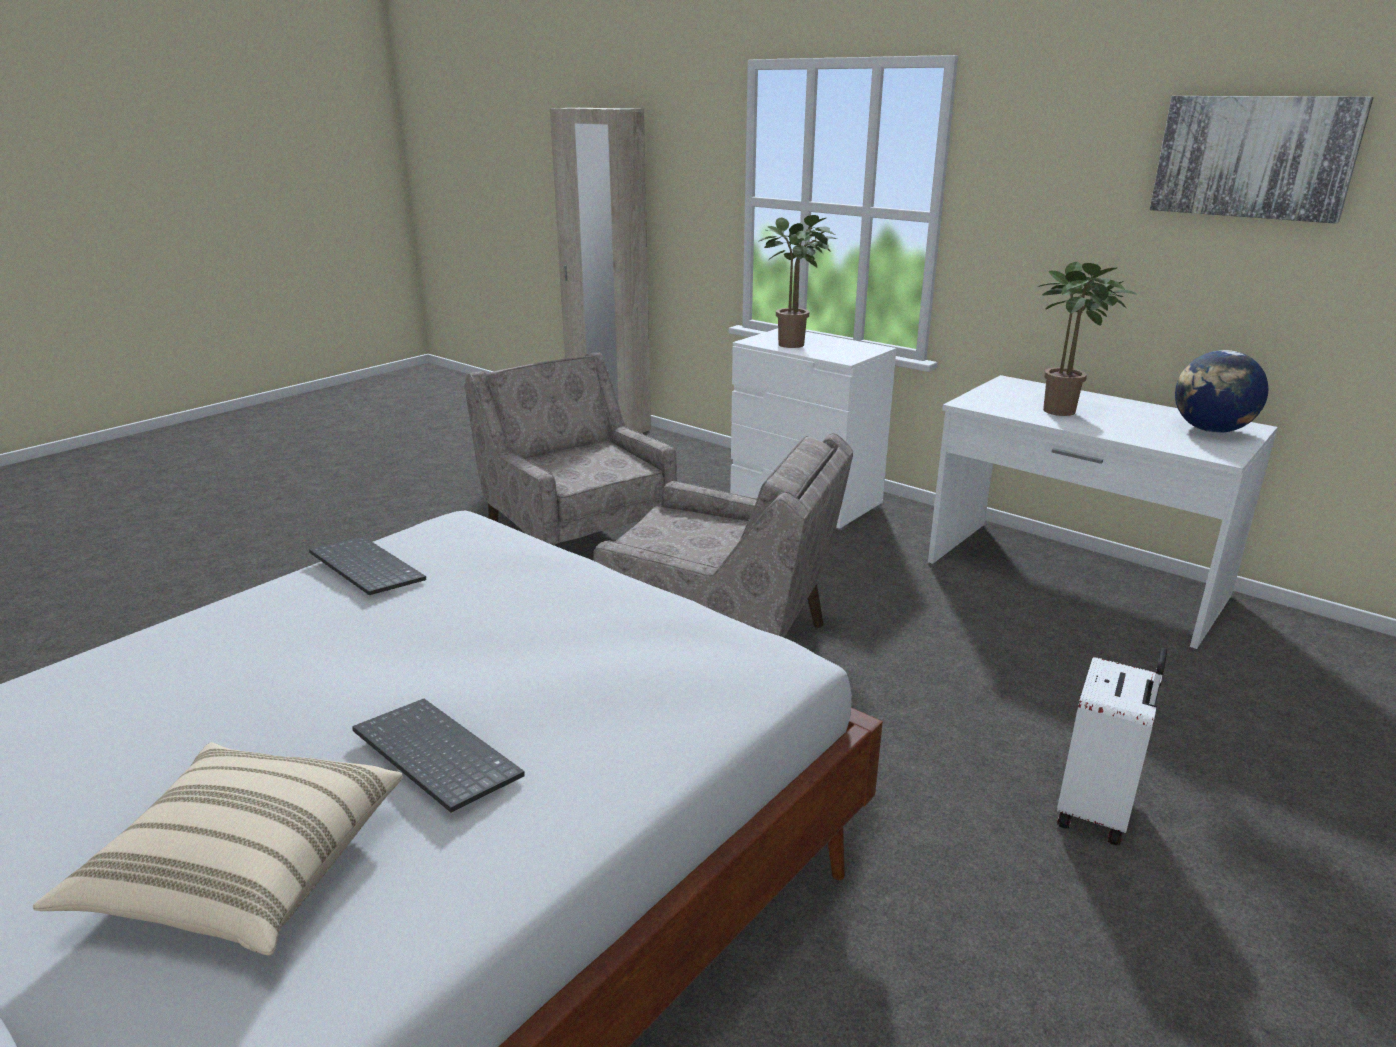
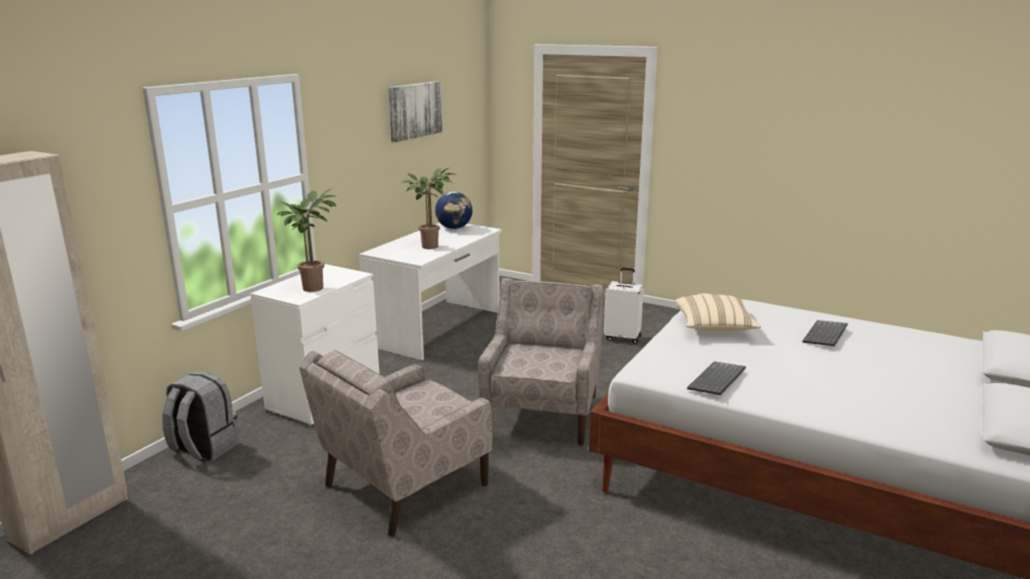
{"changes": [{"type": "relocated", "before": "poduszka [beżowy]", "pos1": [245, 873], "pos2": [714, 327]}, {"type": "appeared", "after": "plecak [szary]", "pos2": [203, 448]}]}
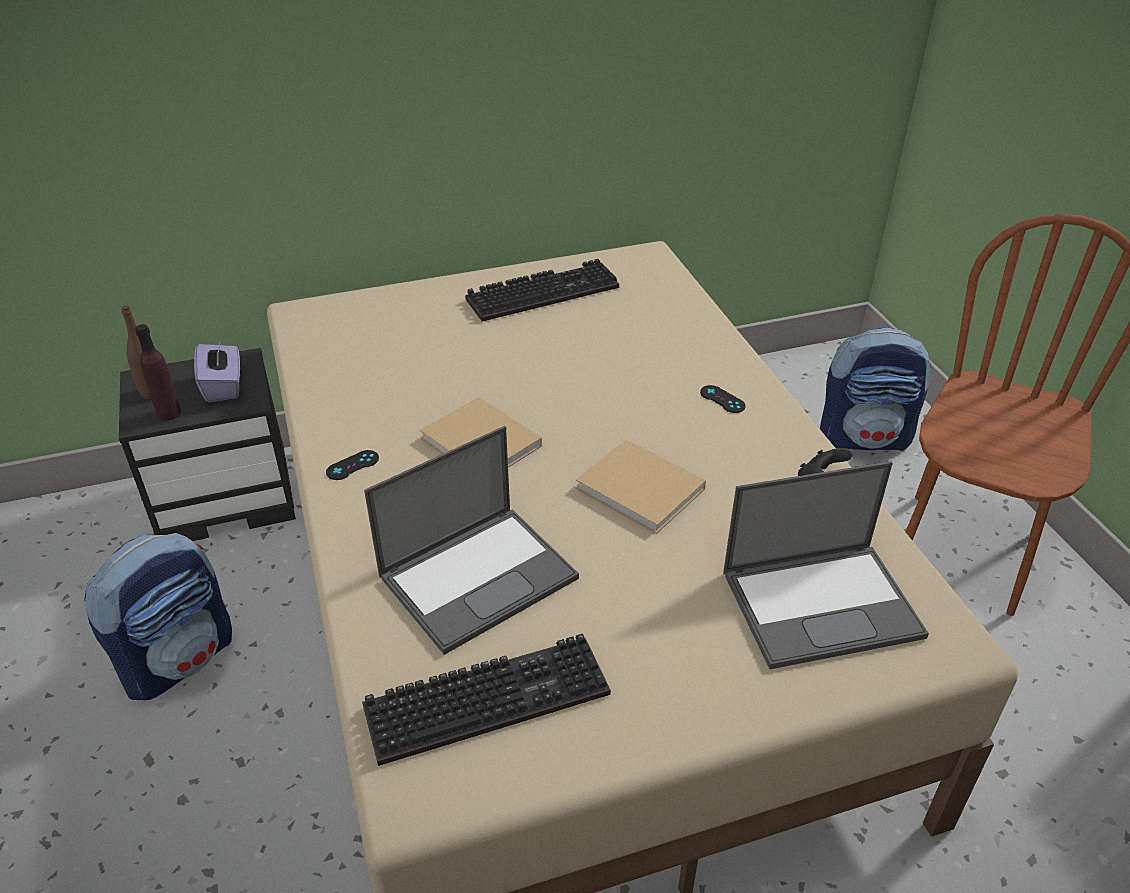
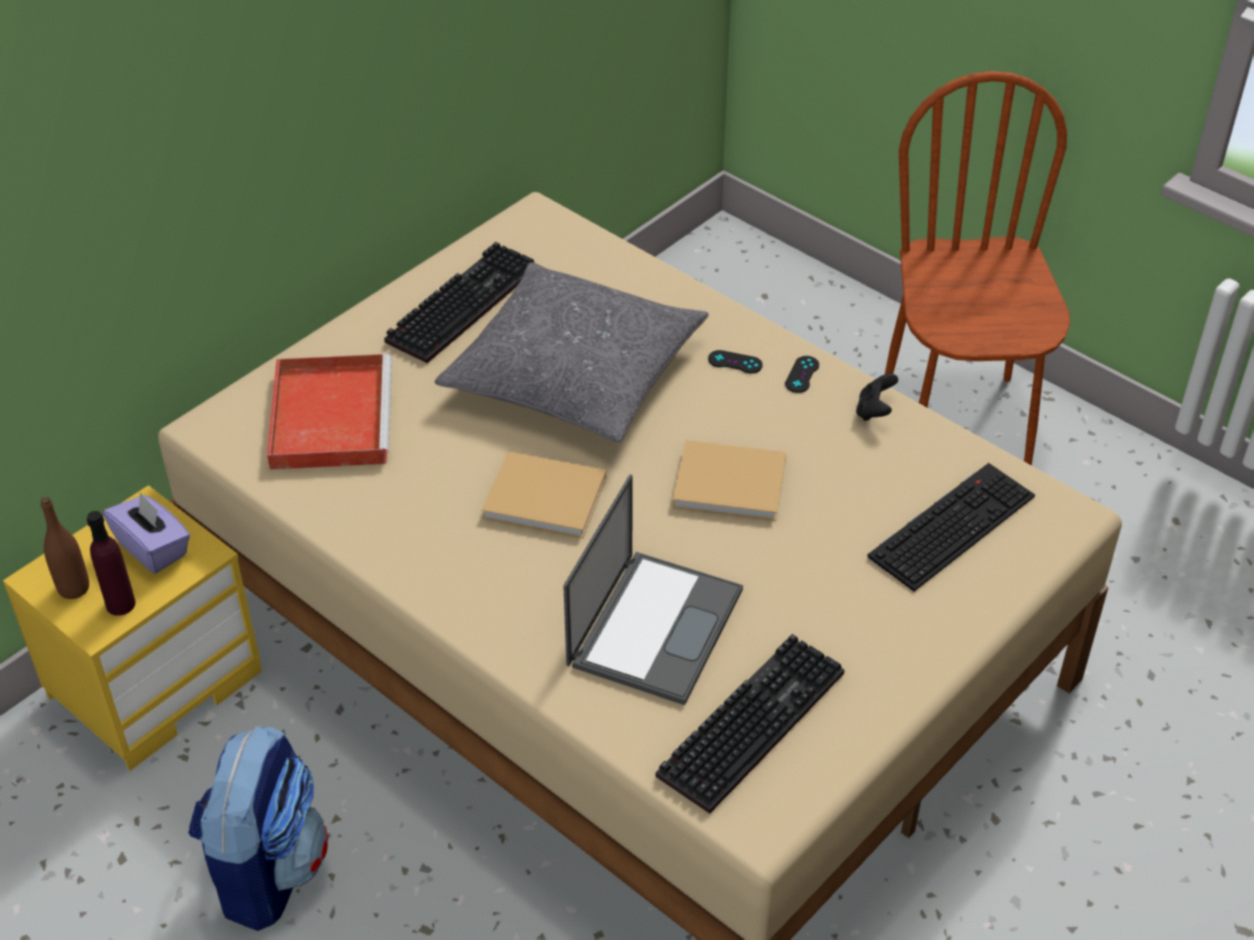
{"changes": [{"type": "colour", "before": "szafka nocna [czarny]", "after": "szafka nocna [żółty]", "pos1": [227, 497], "pos2": [155, 681]}, {"type": "relocated", "before": "pad do gier [czarny]", "pos1": [352, 465], "pos2": [802, 374]}, {"type": "exchanged", "before": "laptop", "after": "klawiatura", "pos1": [823, 603], "pos2": [951, 524]}, {"type": "missing", "before": "plecak", "pos1": [864, 437]}, {"type": "appeared", "after": "taca [czerwony]", "pos2": [330, 415]}, {"type": "appeared", "after": "poduszka [szary]", "pos2": [574, 373]}]}
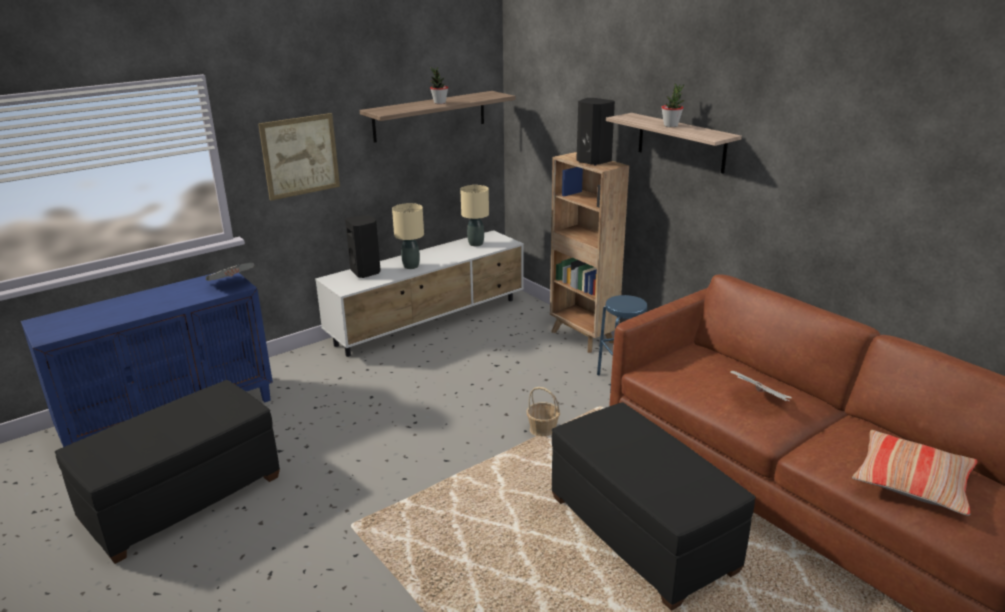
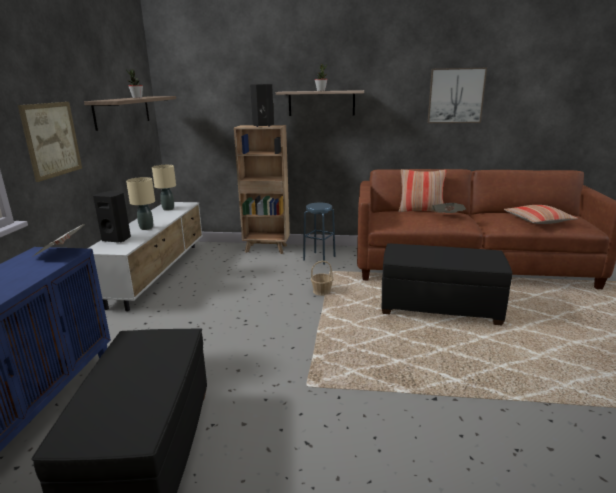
{"changes": [{"type": "appeared", "after": "poduszka", "pos2": [421, 211]}, {"type": "appeared", "after": "obraz", "pos2": [456, 96]}]}
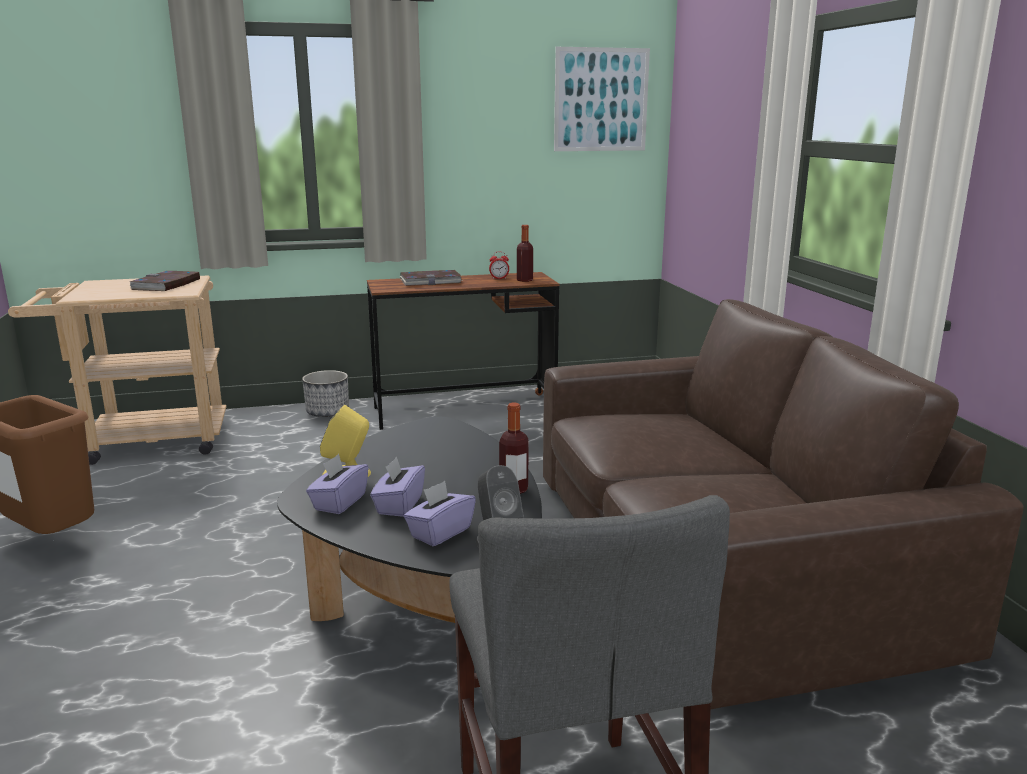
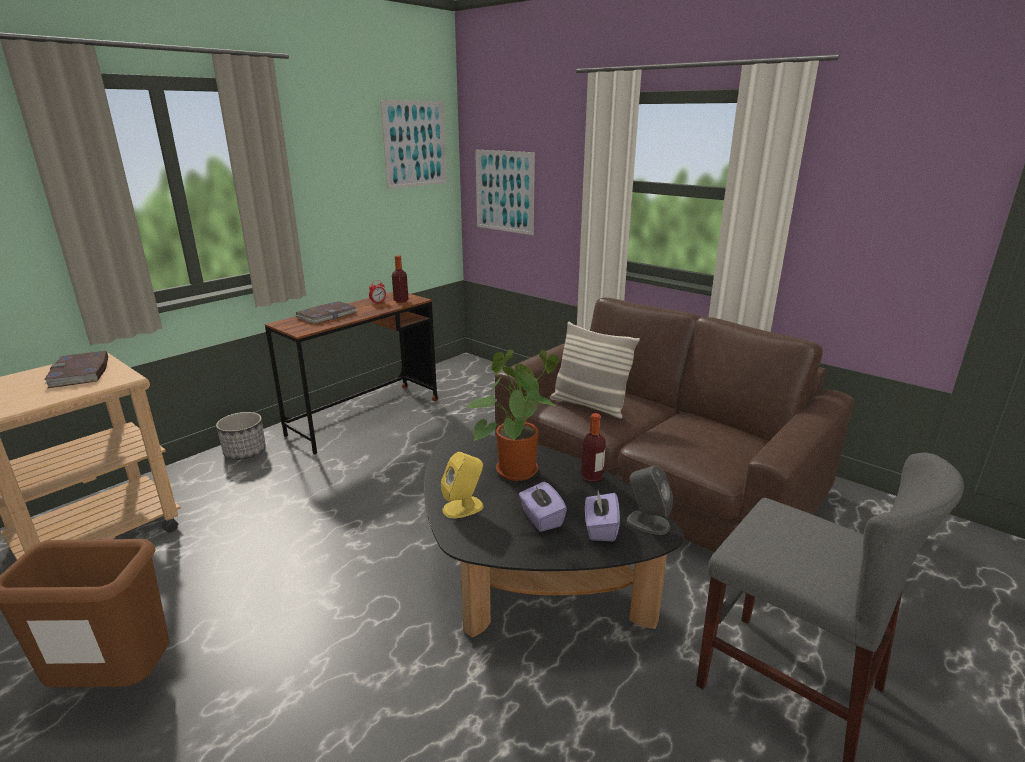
{"changes": [{"type": "missing", "before": "pudełko chusteczek [fioletowy]", "pos1": [339, 502]}, {"type": "appeared", "after": "roślina doniczkowa", "pos2": [515, 468]}, {"type": "appeared", "after": "obraz", "pos2": [504, 191]}, {"type": "appeared", "after": "poduszka", "pos2": [589, 405]}]}
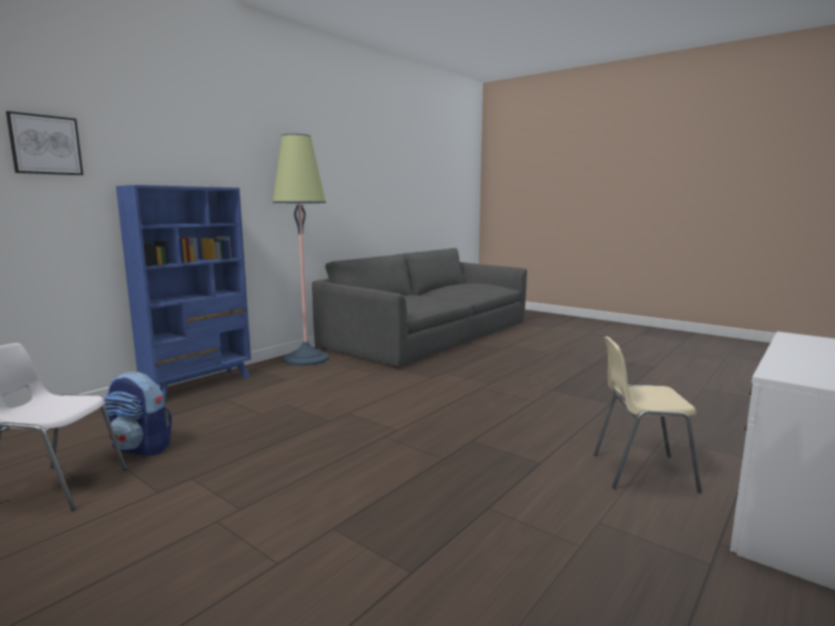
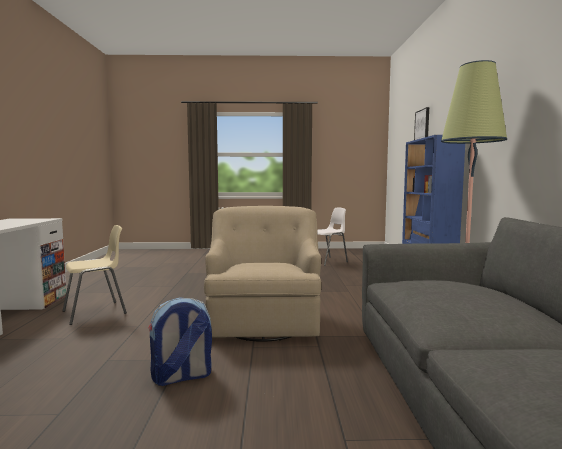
{"changes": [{"type": "relocated", "before": "plecak", "pos1": [142, 448], "pos2": [181, 377]}, {"type": "appeared", "after": "fotel [beżowy]", "pos2": [264, 319]}]}
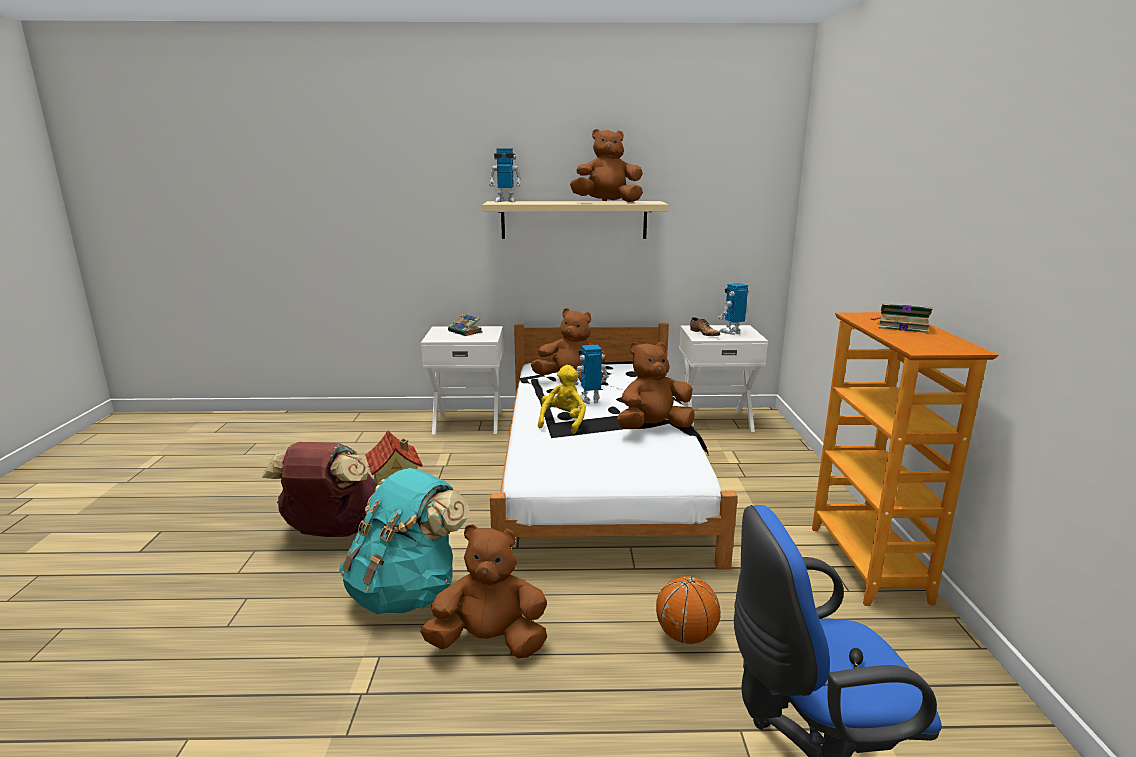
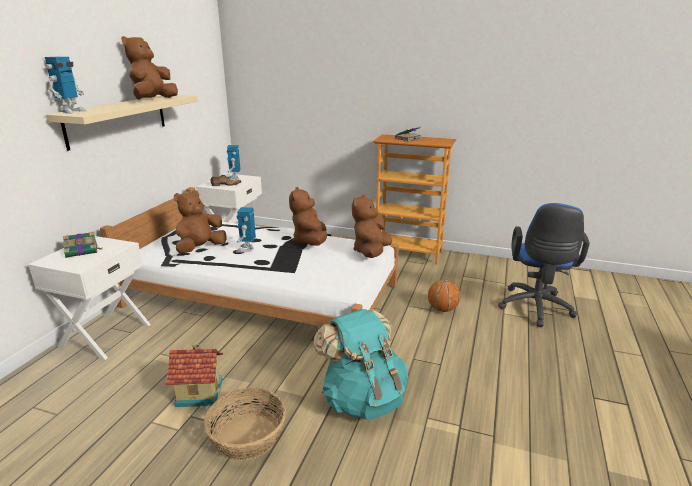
{"changes": [{"type": "exchanged", "before": "plecak [brązowy]", "after": "koszyk", "pos1": [333, 532], "pos2": [248, 437]}, {"type": "relocated", "before": "pluszak [brązowy]", "pos1": [489, 642], "pos2": [371, 252]}, {"type": "missing", "before": "pluszak [żółty]", "pos1": [563, 422]}]}
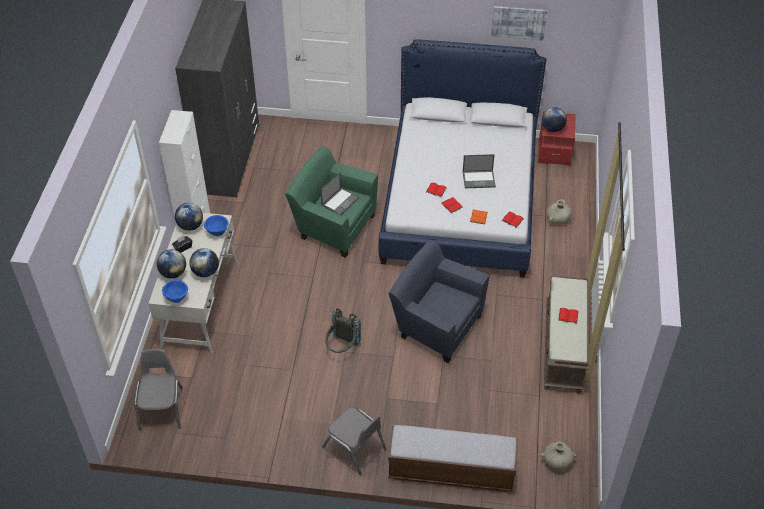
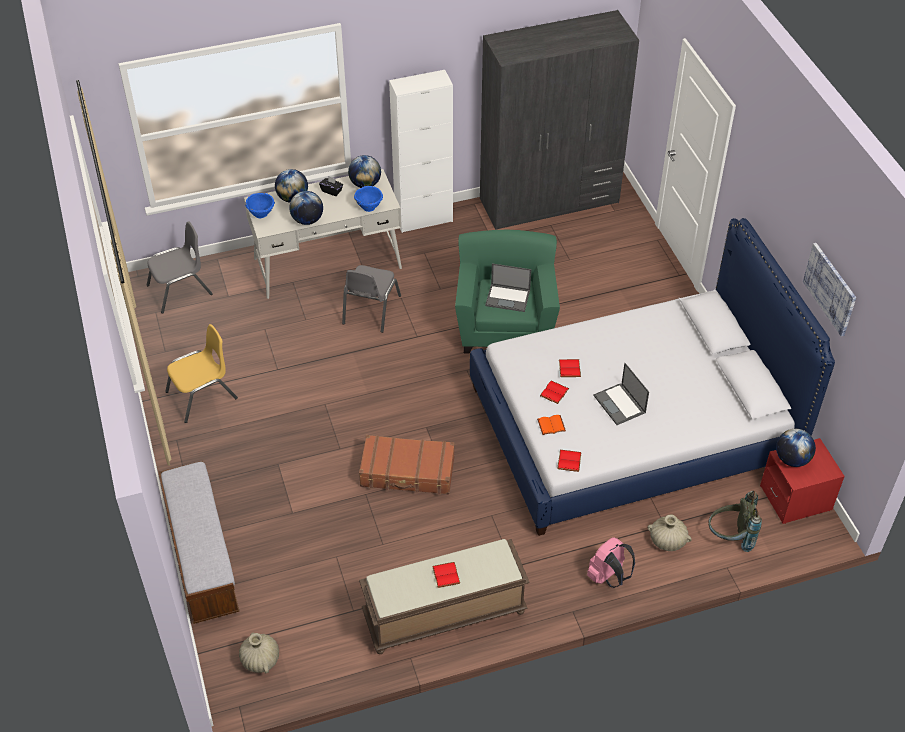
{"changes": [{"type": "relocated", "before": "krzesło [szary]", "pos1": [354, 448], "pos2": [370, 310]}, {"type": "relocated", "before": "plecak [szary]", "pos1": [342, 348], "pos2": [730, 538]}, {"type": "exchanged", "before": "fotel [niebieski]", "after": "walizka [brązowy]", "pos1": [436, 325], "pos2": [407, 472]}, {"type": "appeared", "after": "krzesło [żółty]", "pos2": [202, 396]}, {"type": "appeared", "after": "plecak [różowy]", "pos2": [608, 577]}]}
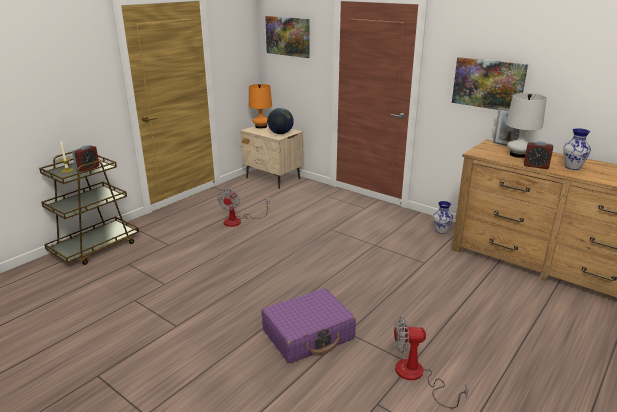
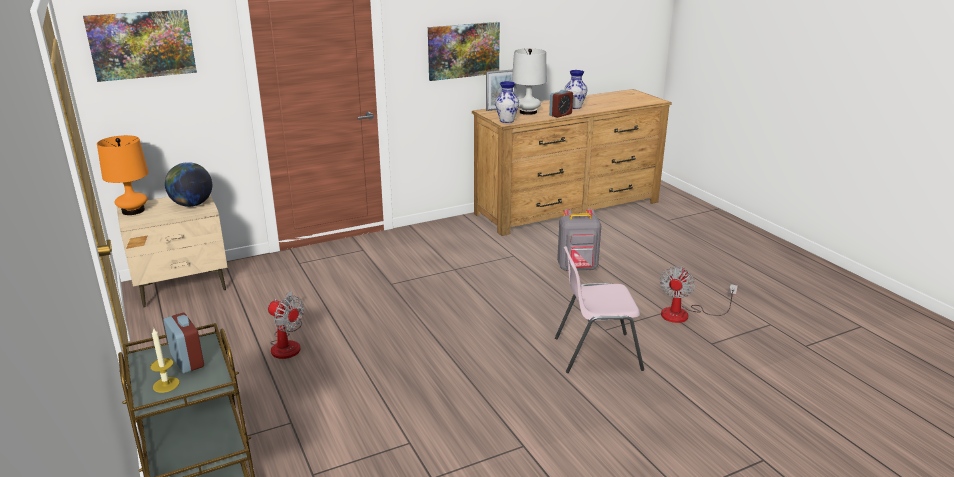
{"changes": [{"type": "exchanged", "before": "walizka [fioletowy]", "after": "krzesło [różowy]", "pos1": [308, 334], "pos2": [595, 353]}, {"type": "relocated", "before": "wazon", "pos1": [440, 231], "pos2": [506, 121]}, {"type": "appeared", "after": "plecak [szary]", "pos2": [577, 268]}]}
